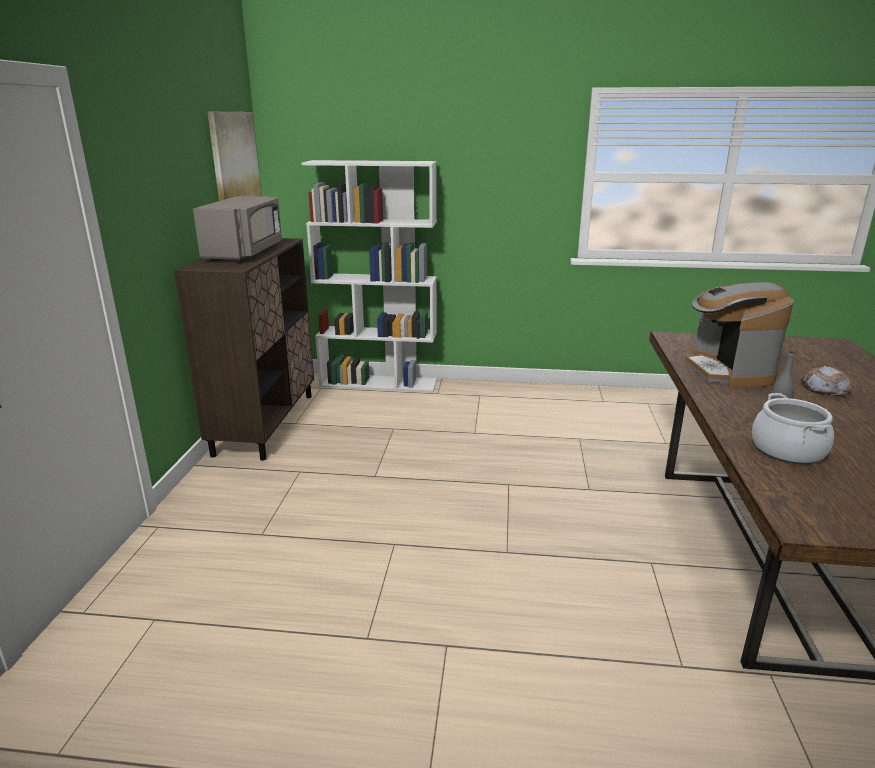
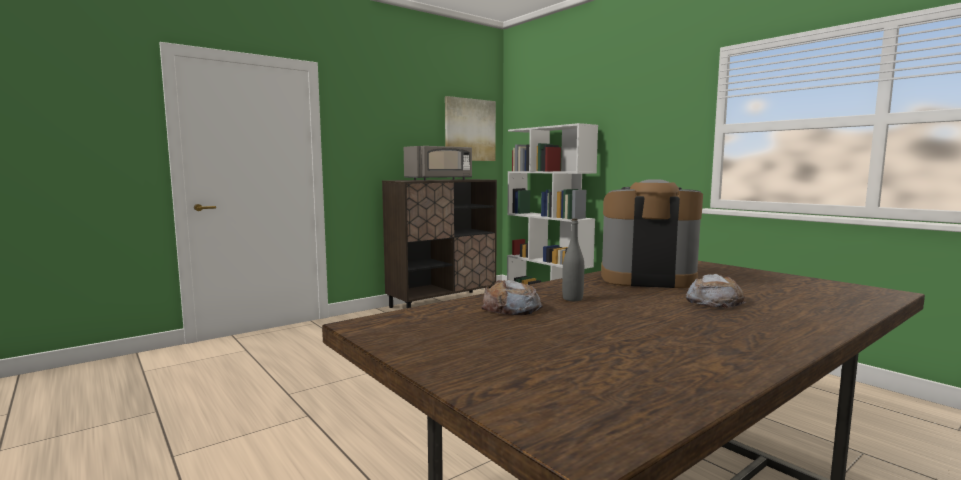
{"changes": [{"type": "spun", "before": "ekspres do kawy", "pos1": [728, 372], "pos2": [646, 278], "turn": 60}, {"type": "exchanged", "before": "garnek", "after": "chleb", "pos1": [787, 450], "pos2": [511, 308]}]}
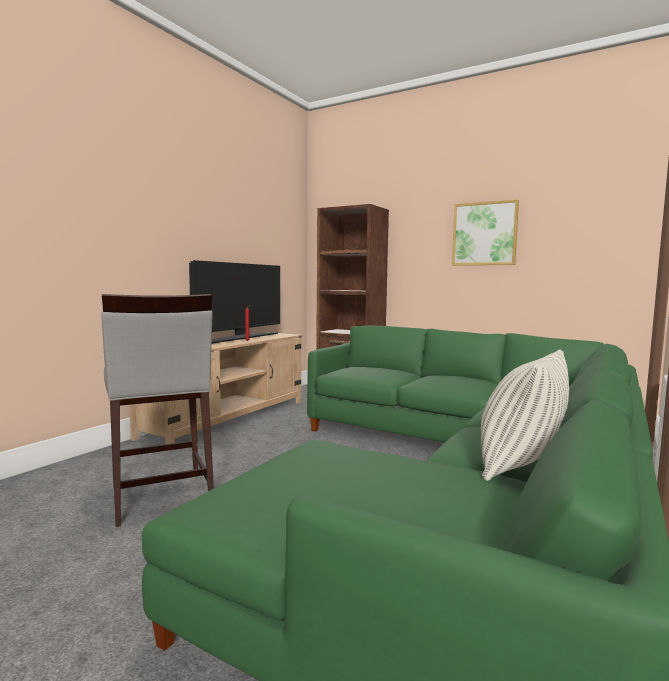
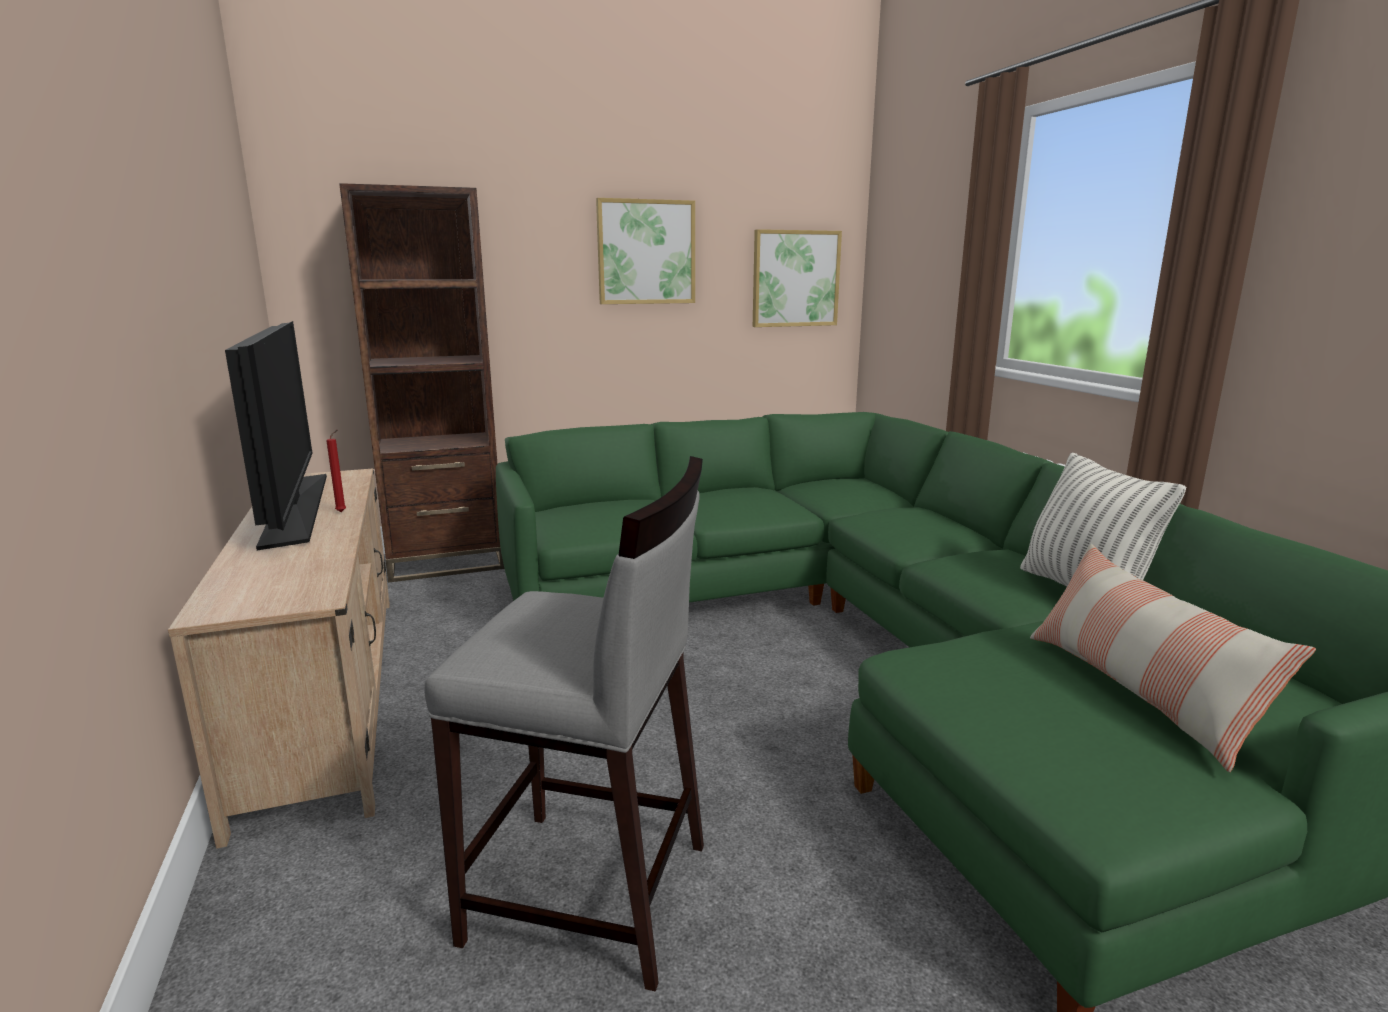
{"changes": [{"type": "appeared", "after": "obraz", "pos2": [795, 278]}, {"type": "appeared", "after": "poduszka", "pos2": [1138, 691]}]}
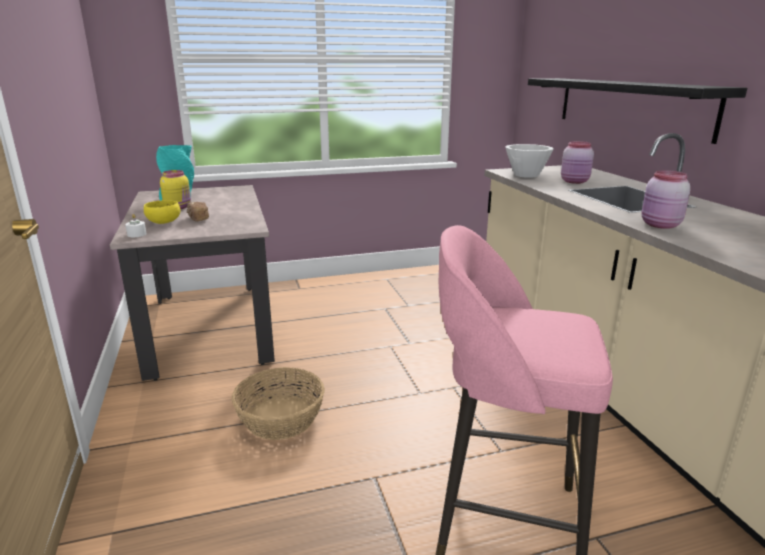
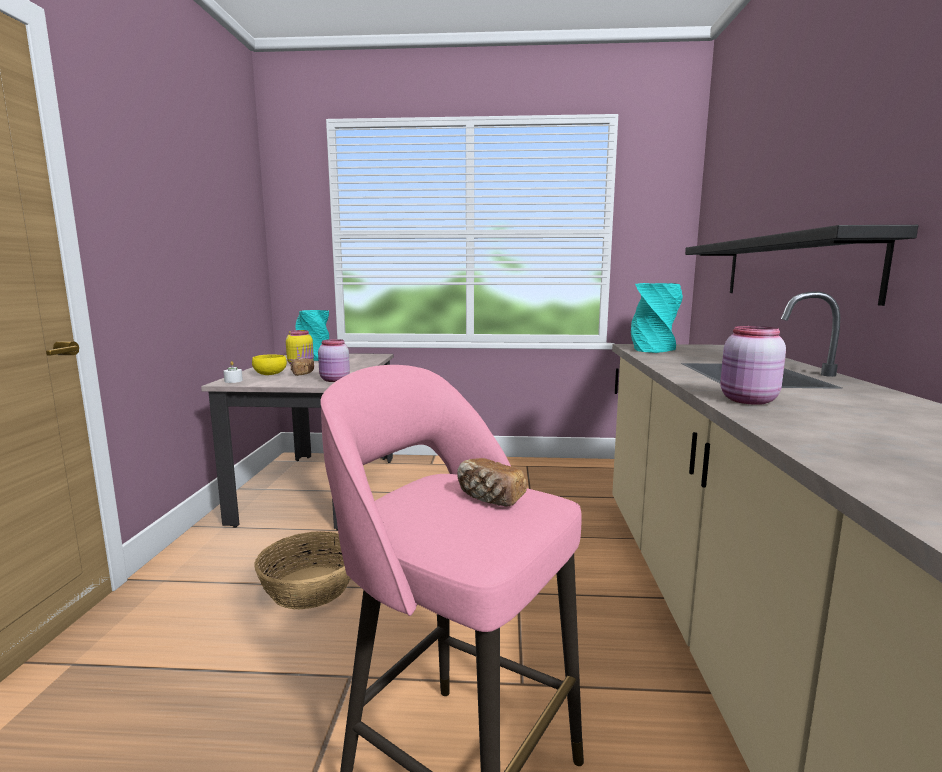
{"changes": [{"type": "exchanged", "before": "miska [biały]", "after": "wazon [turkusowy]", "pos1": [525, 175], "pos2": [652, 349]}, {"type": "relocated", "before": "słoik [różowy]", "pos1": [575, 182], "pos2": [335, 380]}, {"type": "appeared", "after": "chleb", "pos2": [489, 498]}]}
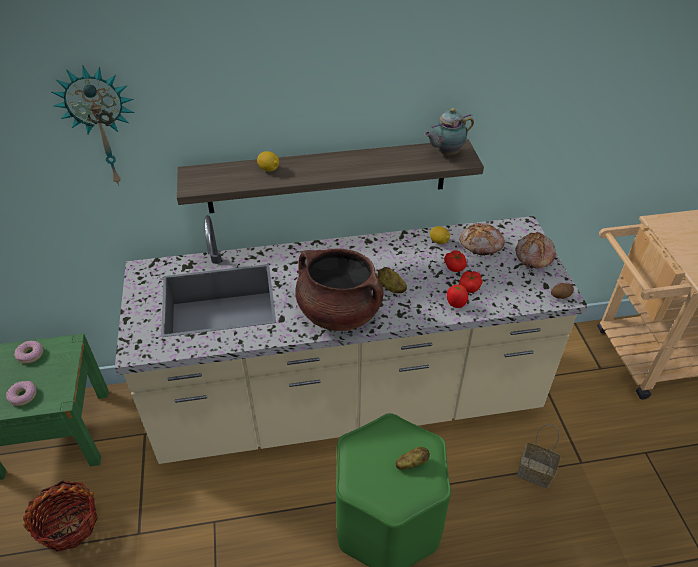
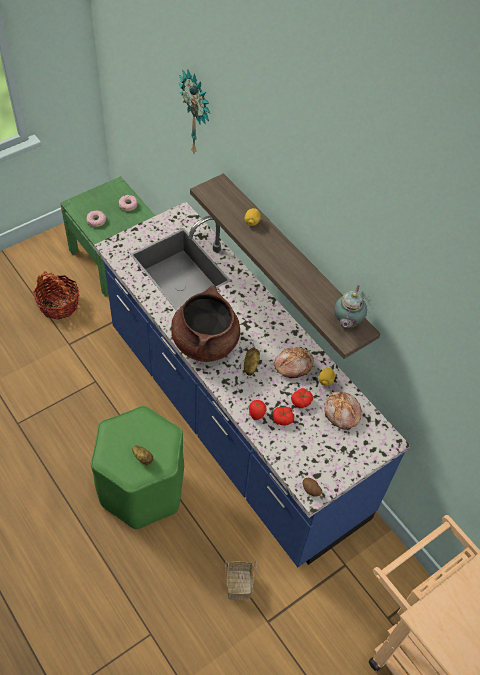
{"changes": [{"type": "colour", "before": "zabudowa kuchenna [beżowy]", "after": "zabudowa kuchenna [niebieski]", "pos1": [349, 403], "pos2": [232, 422]}, {"type": "spun", "before": "imbryk", "pos1": [445, 153], "pos2": [346, 323], "turn": -105}, {"type": "relocated", "before": "chleb", "pos1": [533, 256], "pos2": [292, 365]}]}
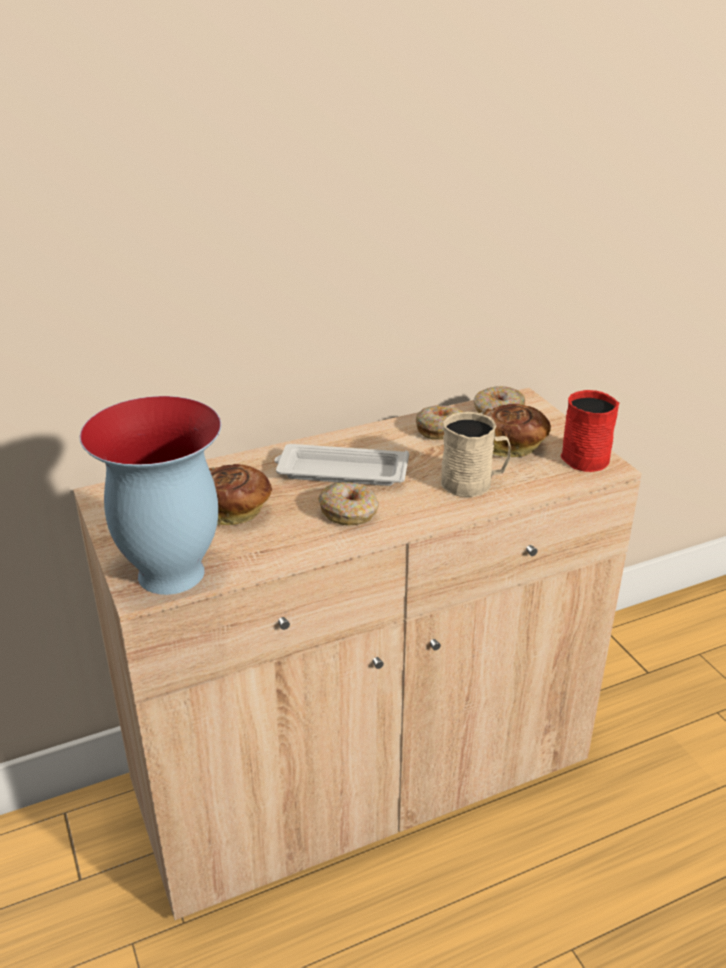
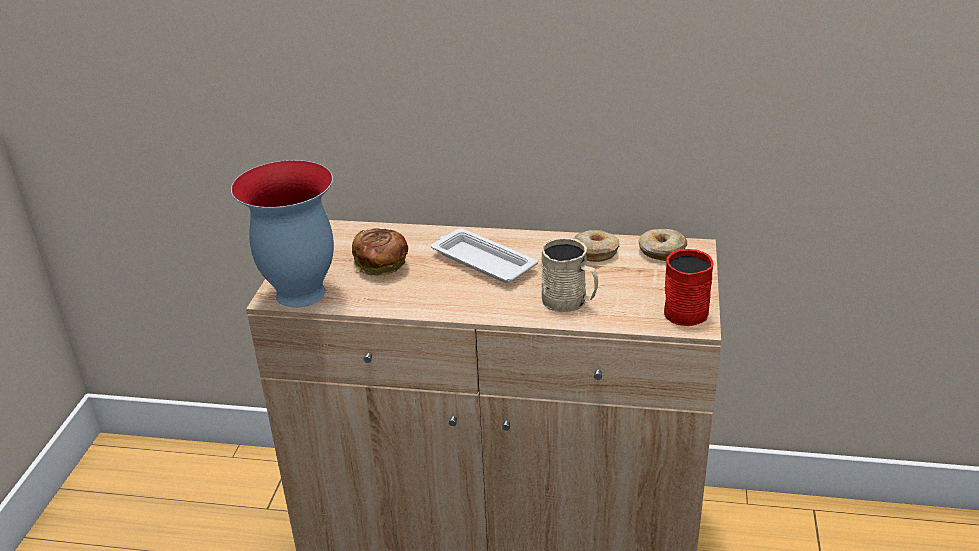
{"changes": [{"type": "missing", "before": "donut", "pos1": [349, 512]}, {"type": "missing", "before": "chleb", "pos1": [511, 445]}]}
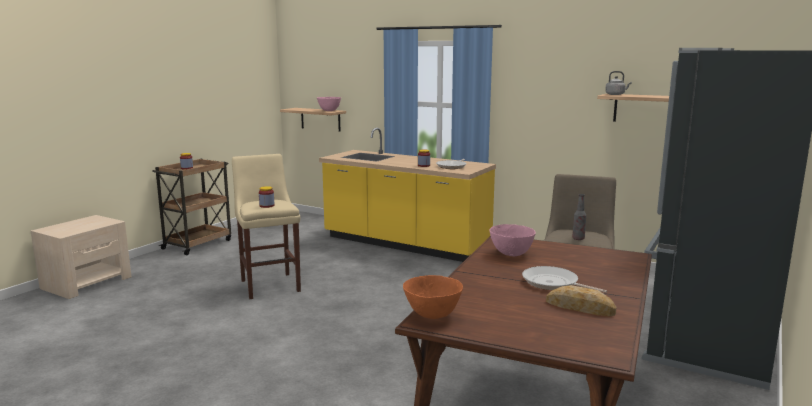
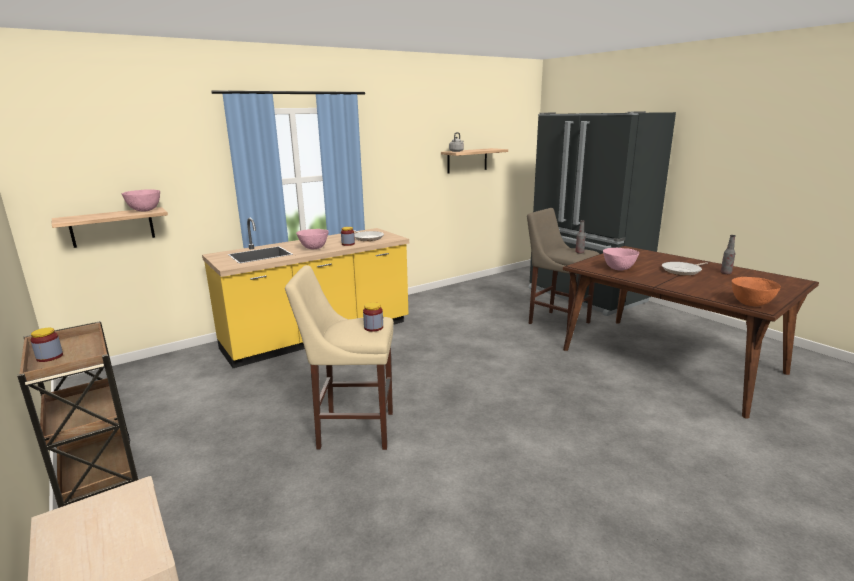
{"changes": [{"type": "exchanged", "before": "chleb", "after": "butelka", "pos1": [580, 307], "pos2": [725, 273]}, {"type": "appeared", "after": "miska [różowy]", "pos2": [314, 248]}]}
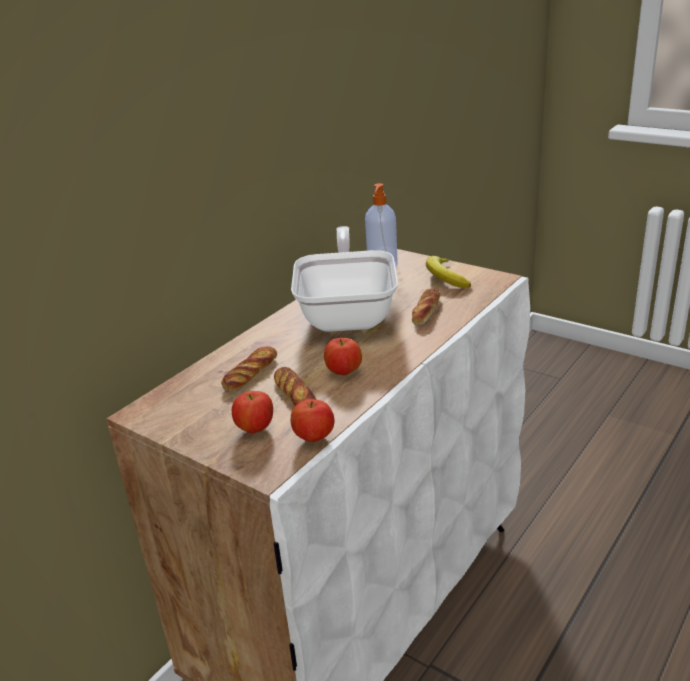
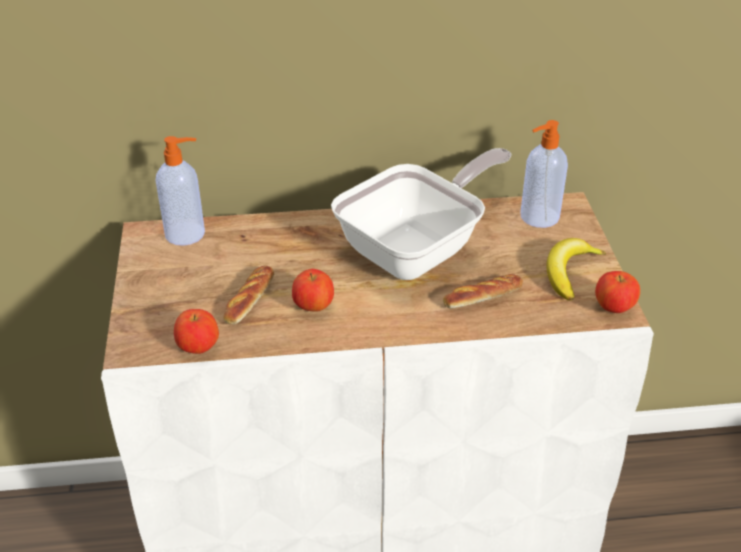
{"changes": [{"type": "missing", "before": "chleb", "pos1": [250, 373]}, {"type": "relocated", "before": "jabłko", "pos1": [255, 429], "pos2": [614, 308]}, {"type": "appeared", "after": "dozownik mydła", "pos2": [186, 234]}]}
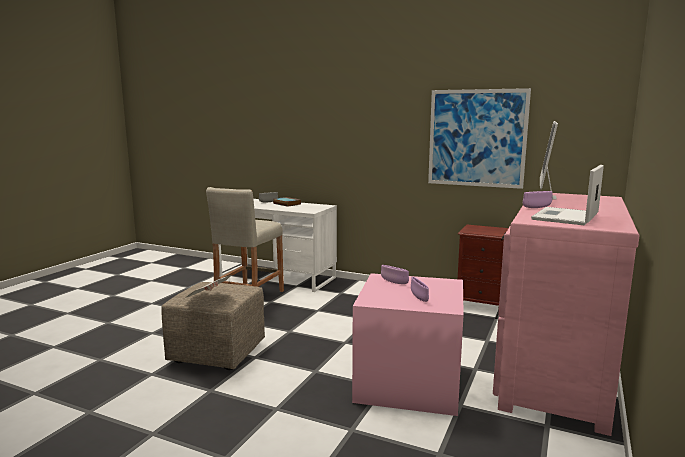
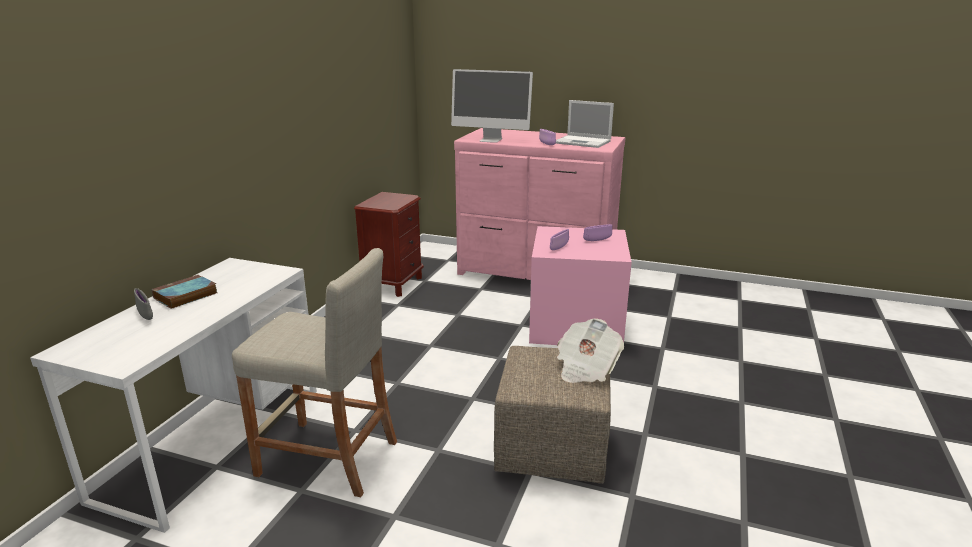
{"changes": [{"type": "missing", "before": "obraz", "pos1": [476, 138]}]}
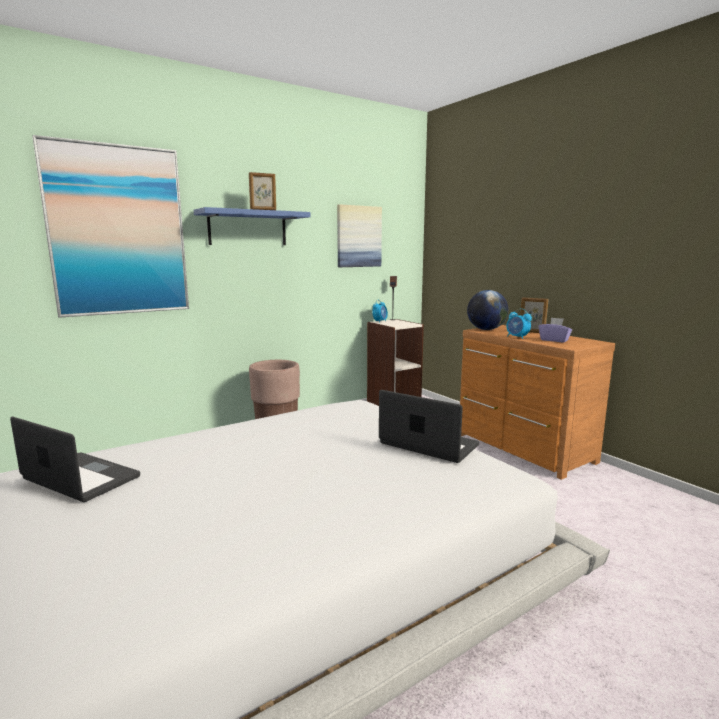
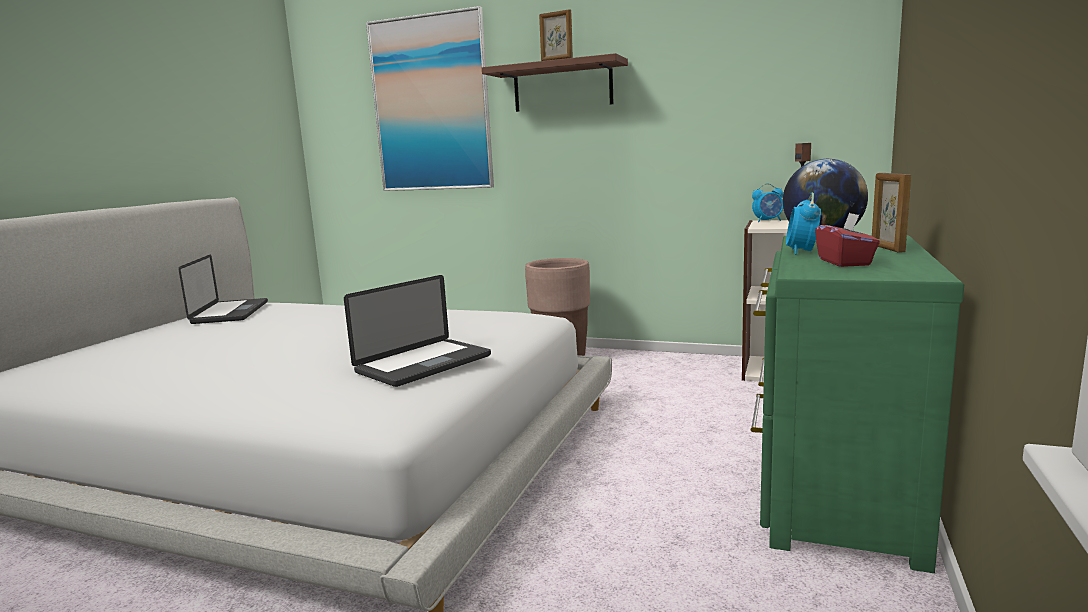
{"changes": [{"type": "colour", "before": "półka [niebieski]", "after": "półka [brązowy]", "pos1": [247, 228], "pos2": [562, 86]}, {"type": "missing", "before": "obraz", "pos1": [358, 236]}, {"type": "spun", "before": "laptop", "pos1": [428, 445], "pos2": [424, 364], "turn": 45}, {"type": "colour", "before": "komoda [brązowy]", "after": "komoda [zielony]", "pos1": [522, 449], "pos2": [832, 486]}, {"type": "colour", "before": "pudełko chusteczek [fioletowy]", "after": "pudełko chusteczek [czerwony]", "pos1": [554, 340], "pos2": [845, 262]}]}
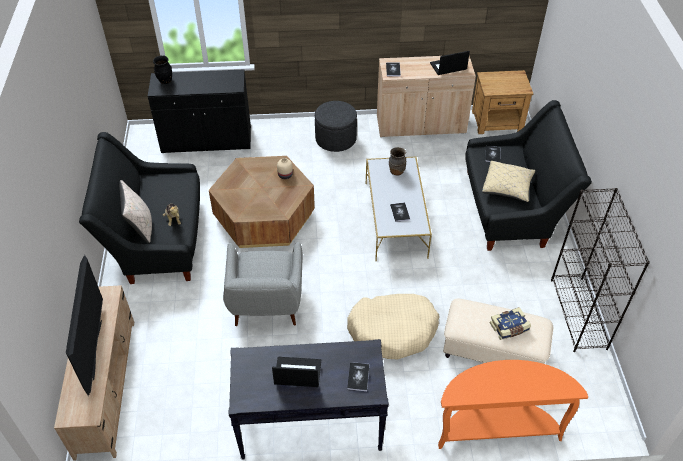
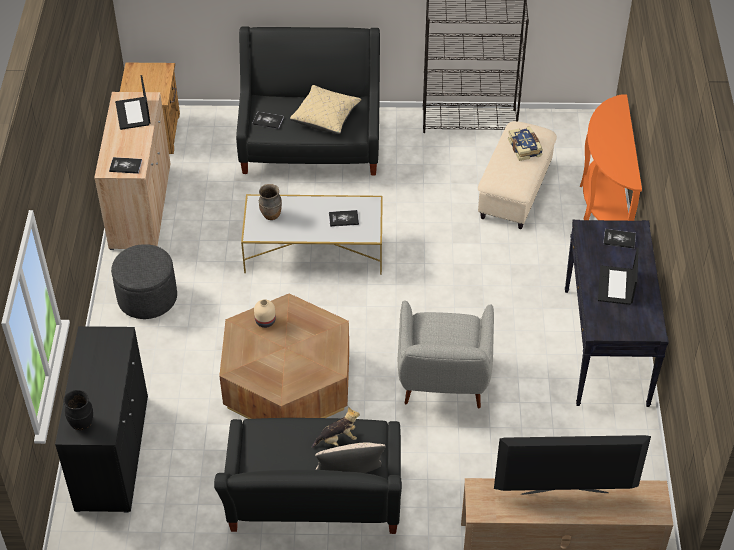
{"changes": [{"type": "spun", "before": "fotel [szary]", "pos1": [266, 306], "pos2": [443, 382], "turn": 90}, {"type": "missing", "before": "legowisko [beżowy]", "pos1": [393, 330]}]}
